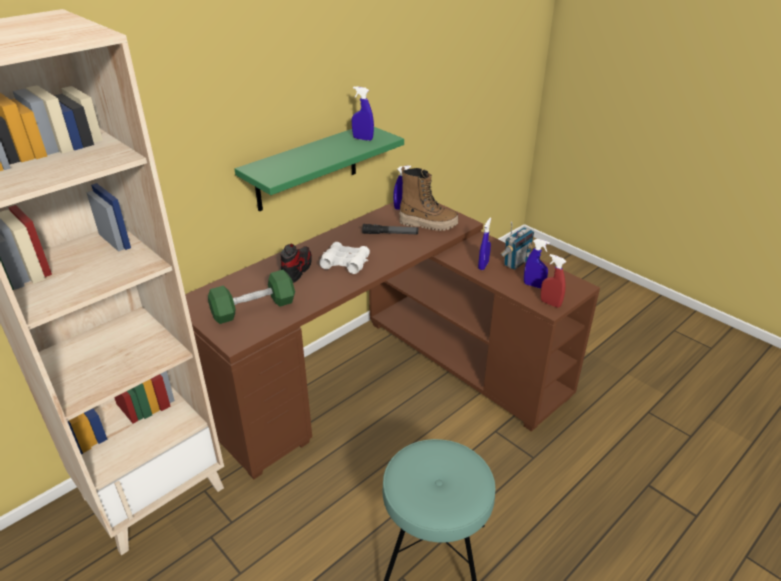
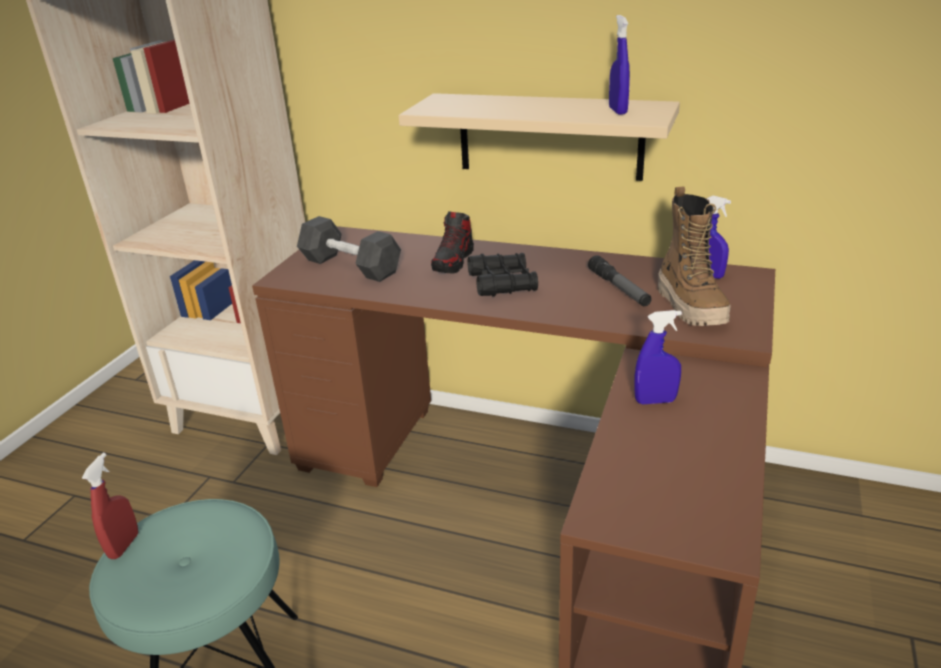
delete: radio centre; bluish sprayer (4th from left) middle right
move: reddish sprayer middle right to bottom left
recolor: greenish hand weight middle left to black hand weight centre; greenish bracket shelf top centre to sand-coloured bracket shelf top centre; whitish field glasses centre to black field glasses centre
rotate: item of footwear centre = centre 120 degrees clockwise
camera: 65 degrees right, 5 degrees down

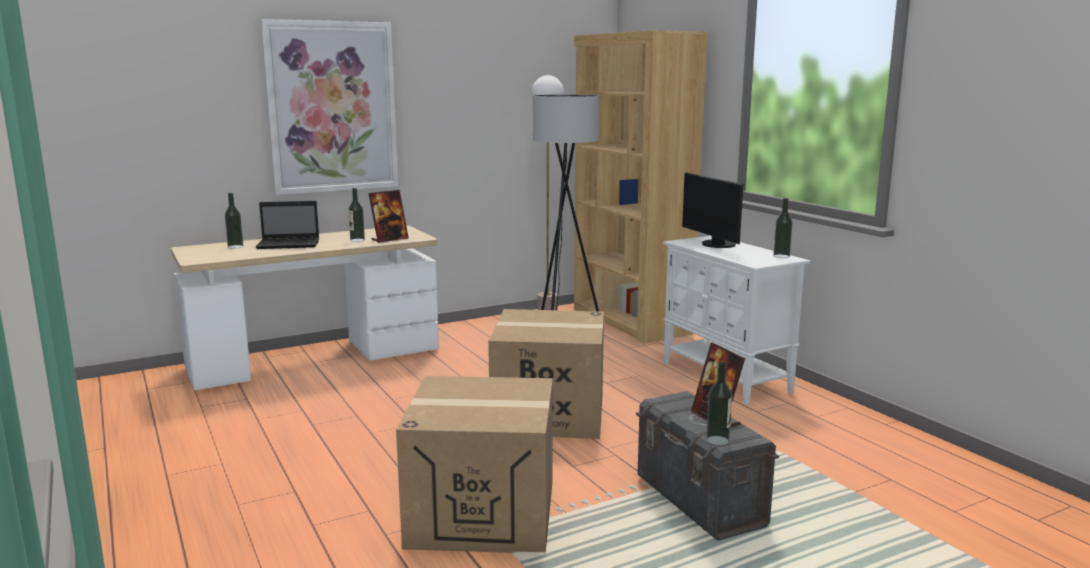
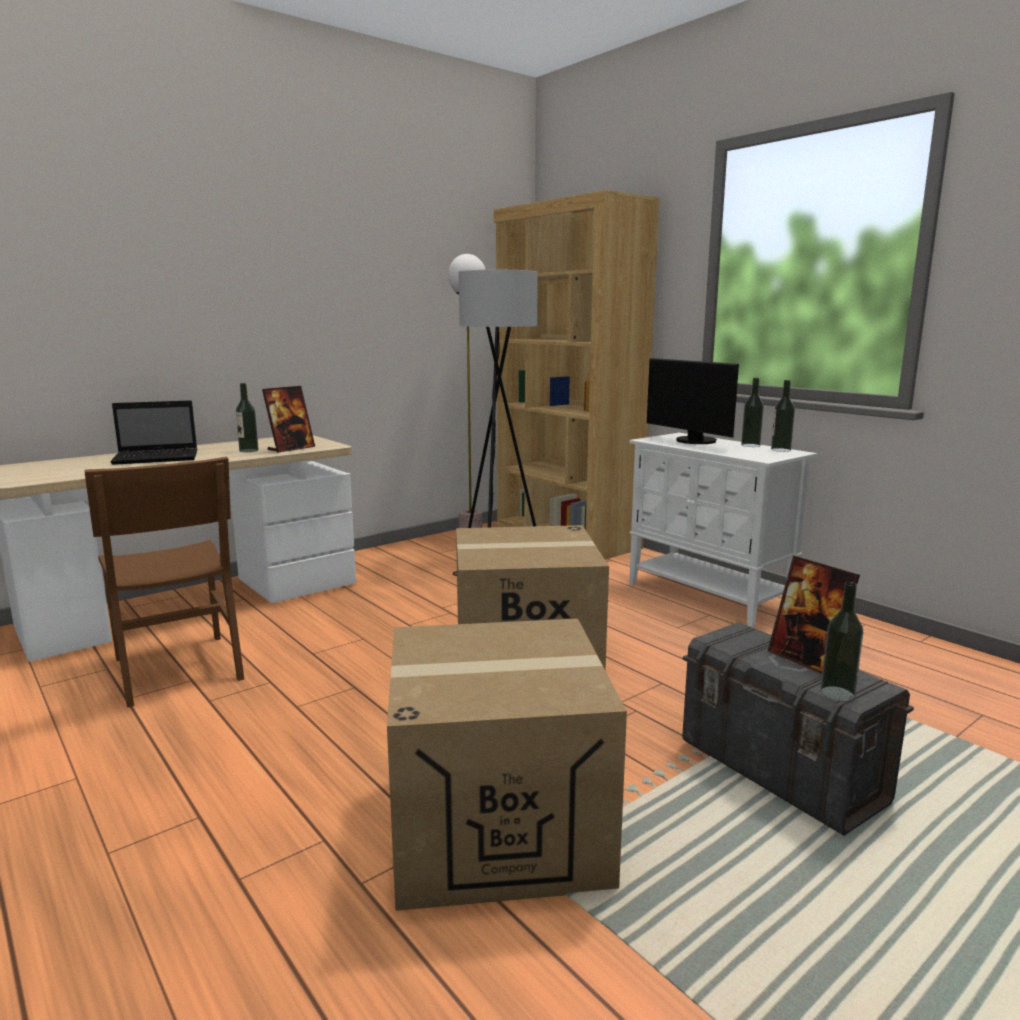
delete: wall art top left
insert: brown-coloured chair middle left
move: bottle (1st from left in the first image) middle left to bottle (2nd from left) middle right
camera: 10 degrees left, 0 degrees up

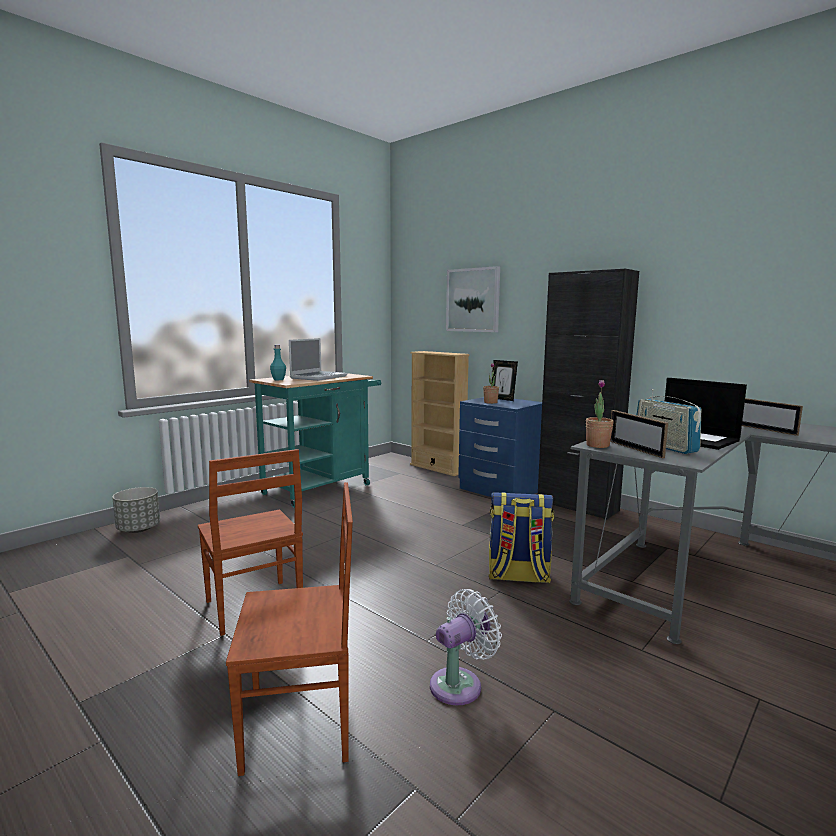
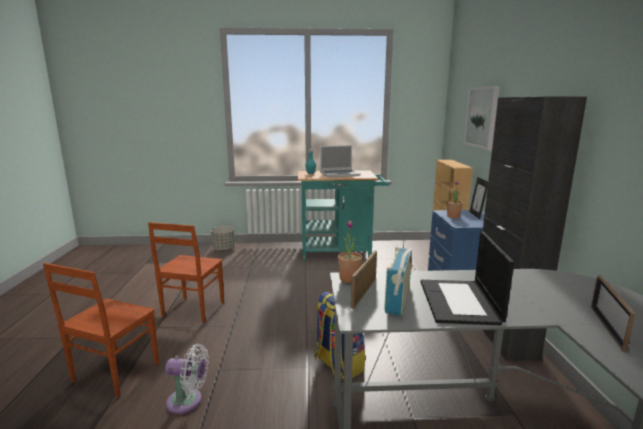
rotate: brown-coloured chair (2nd from left in the first image) bottom centre = bottom left 75 degrees clockwise
camera: 45 degrees right, 5 degrees up

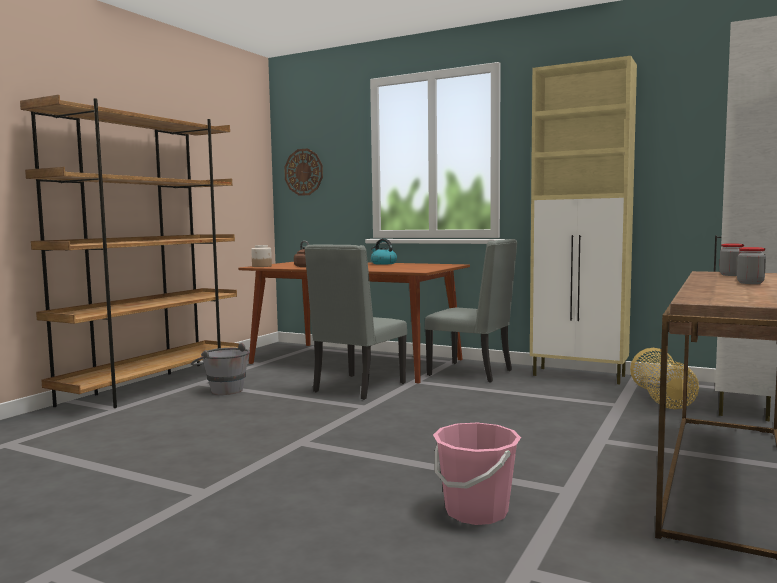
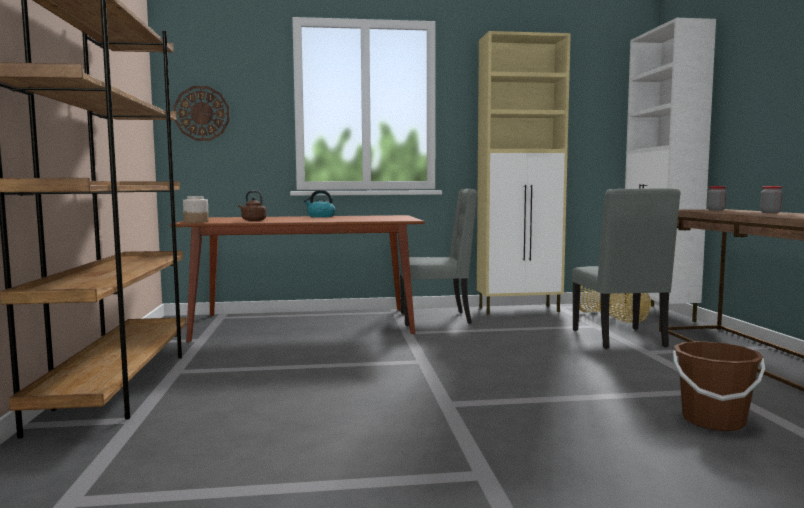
delete: gray bucket middle left
move: gray chair (1st from left in the first image) centre to gray chair (2nd from left) middle right
recolor: pinkish bucket bottom centre to brown-coloured bucket bottom right
camera: 35 degrees left, 0 degrees up

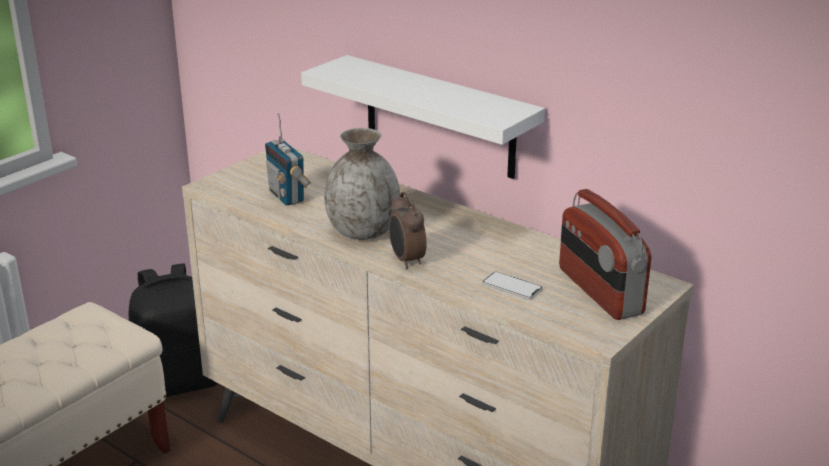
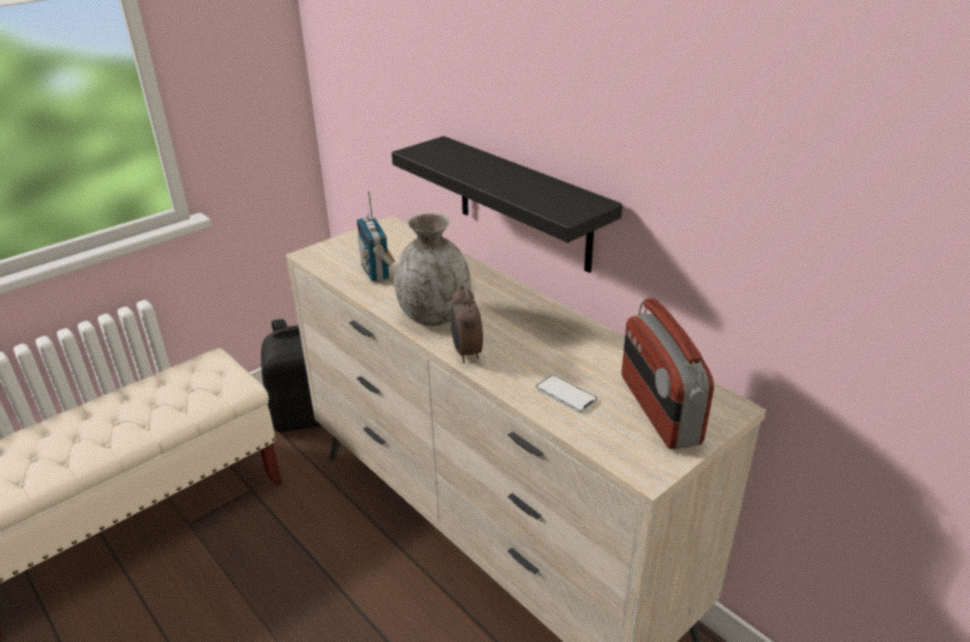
recolor: whitish bracket shelf top centre to black bracket shelf top centre
camera: 10 degrees right, 5 degrees up

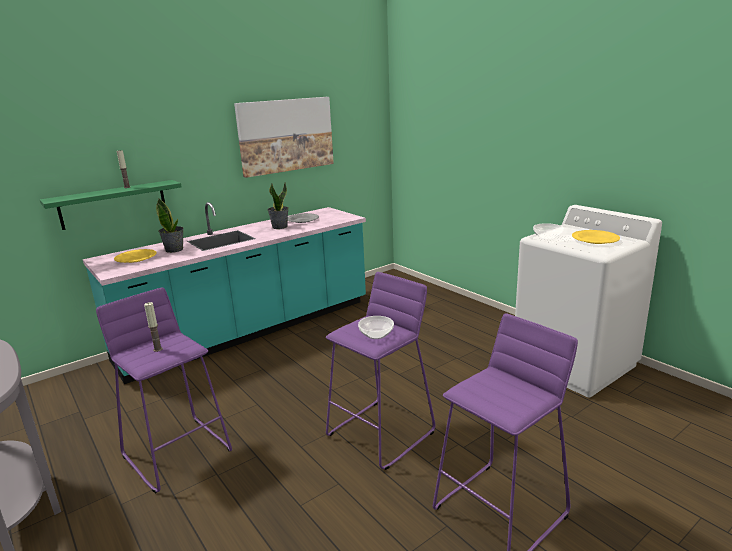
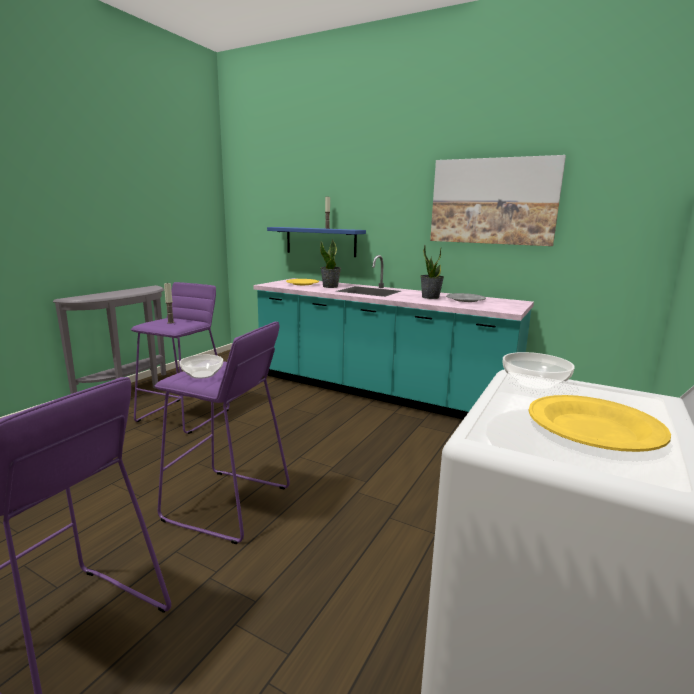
recolor: greenish bracket shelf middle left to bluish bracket shelf centre
camera: 65 degrees right, 5 degrees down

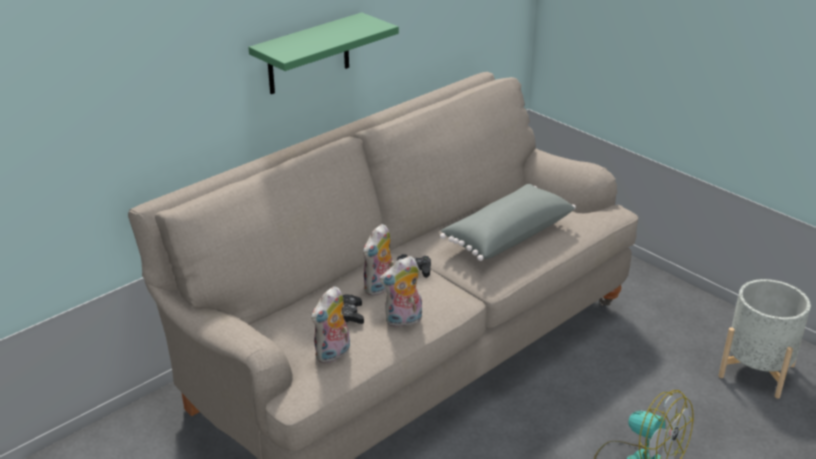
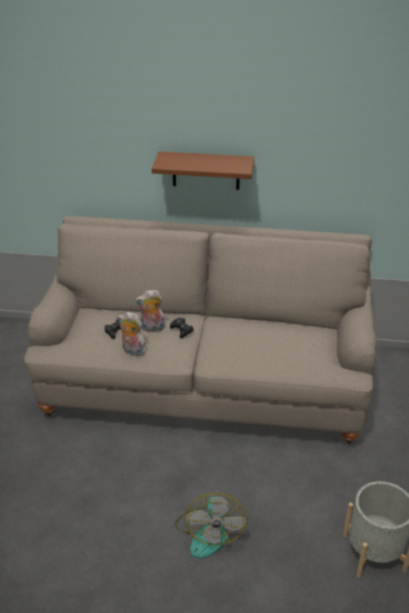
delete: plush toy (1st from left) bottom centre; gray cushion centre
recolor: greenish bracket shelf top centre to brown-coloured bracket shelf top centre
camera: 50 degrees right, 5 degrees up

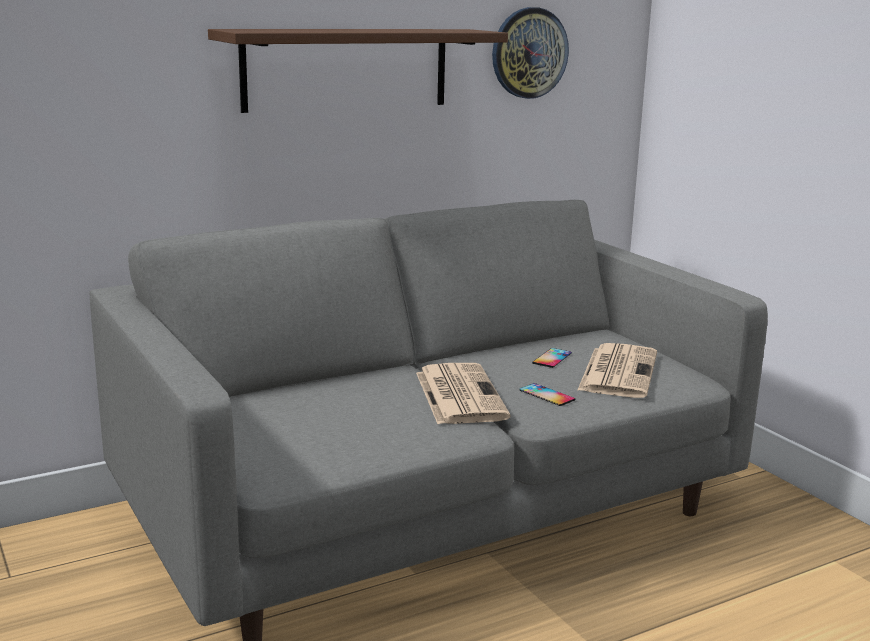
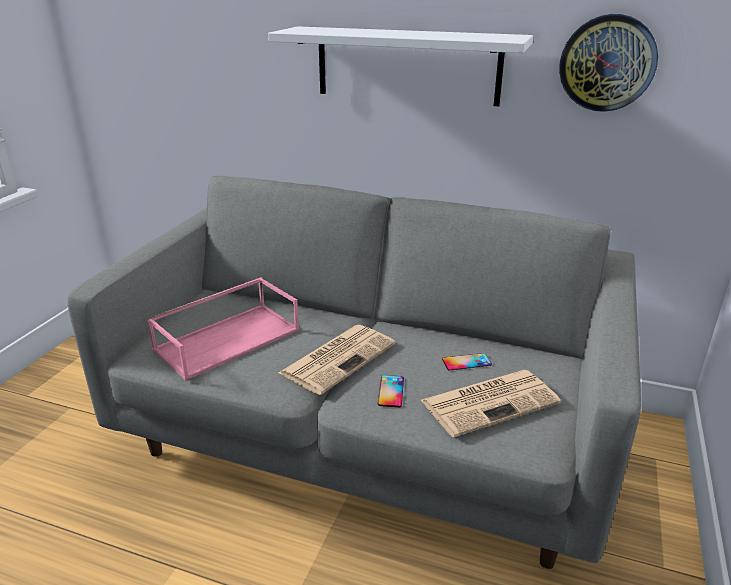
insert: pinkish serving tray middle left
recolor: brown-coloured bracket shelf top centre to whitish bracket shelf top centre
camera: 50 degrees right, 10 degrees up

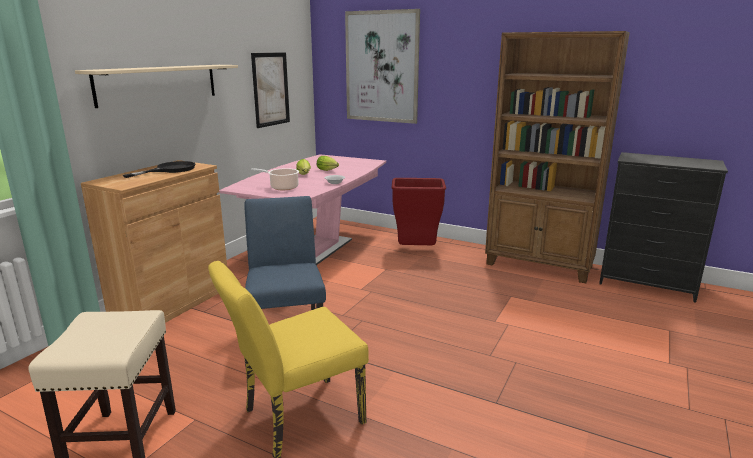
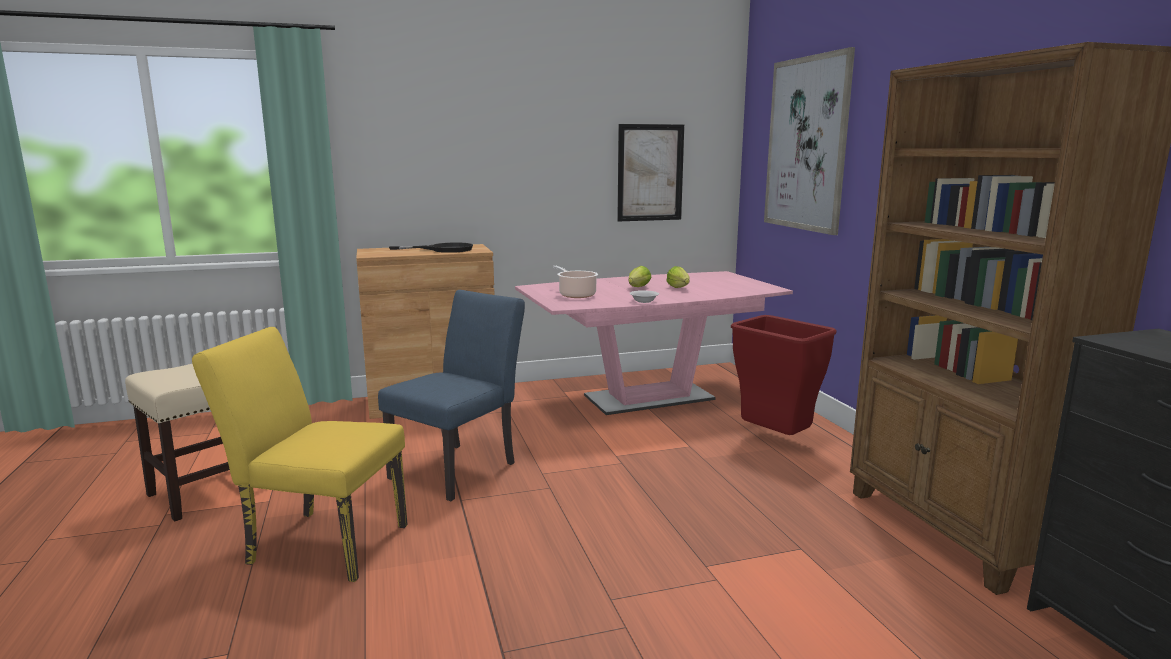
delete: sand-coloured bracket shelf top left
camera: 45 degrees right, 5 degrees down

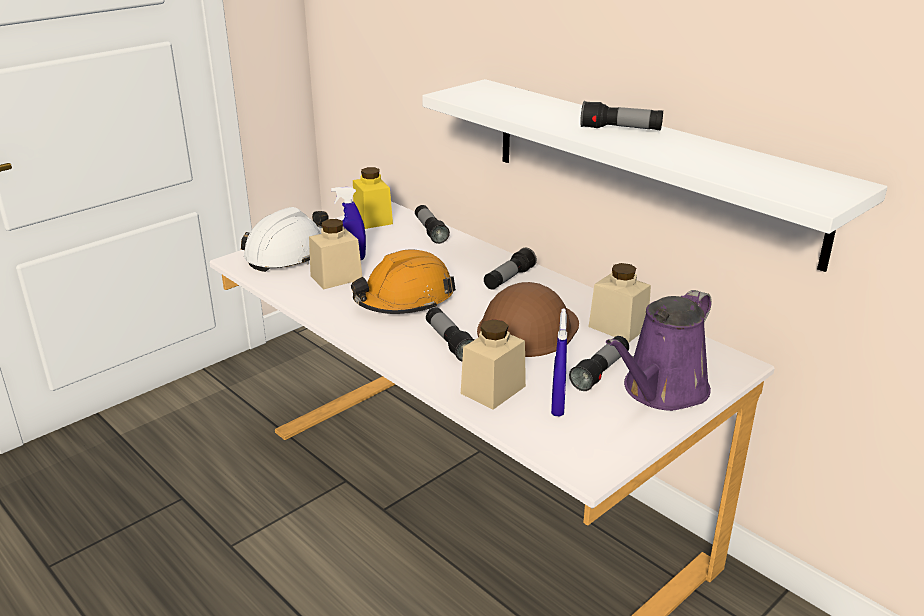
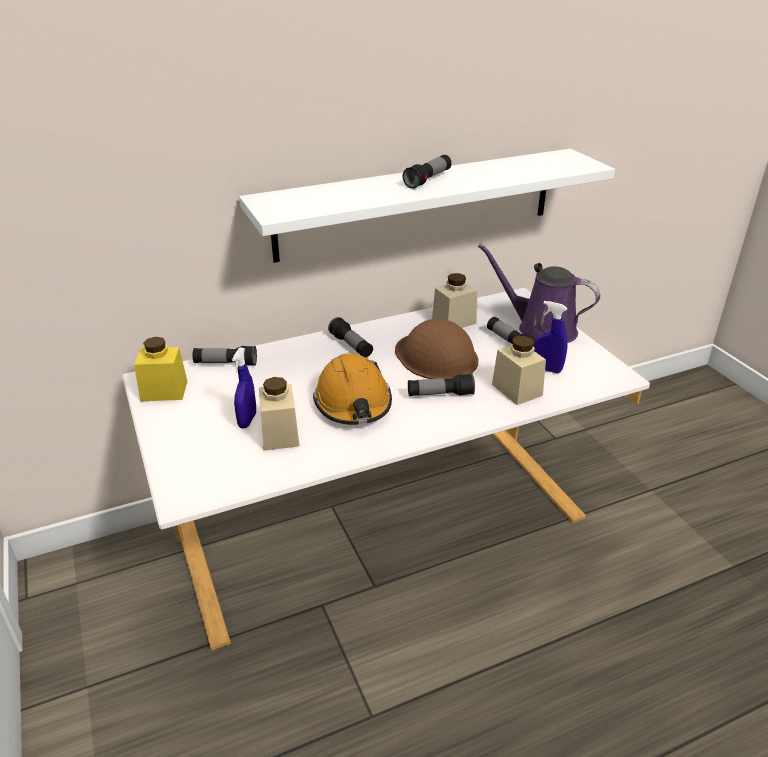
delete: whitish work helmet middle left
rotate: purple watering pot middle right = middle right 150 degrees clockwise
camera: 70 degrees left, 5 degrees up

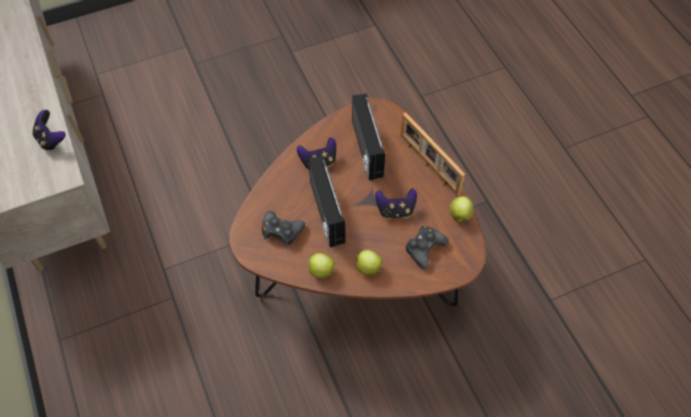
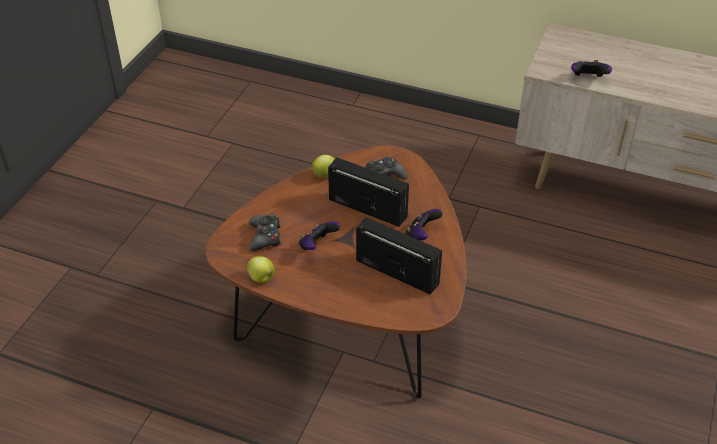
delete: whole apple (2nd from left) centre; photo frame centre
camera: 135 degrees right, 15 degrees down

